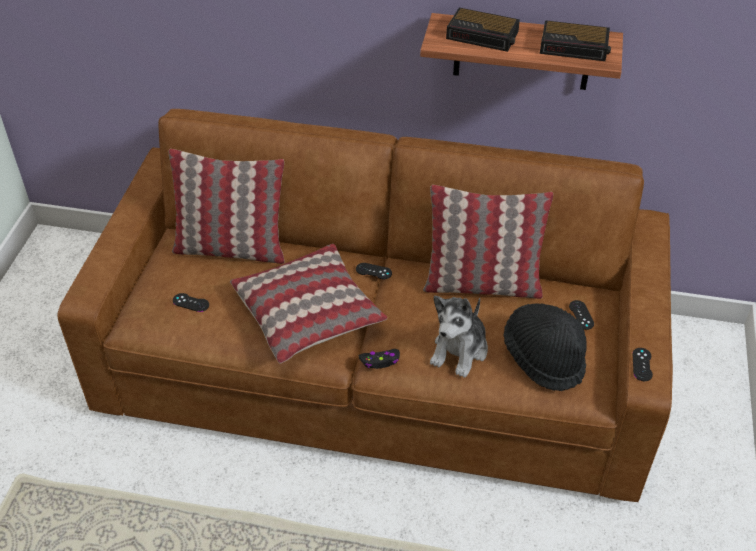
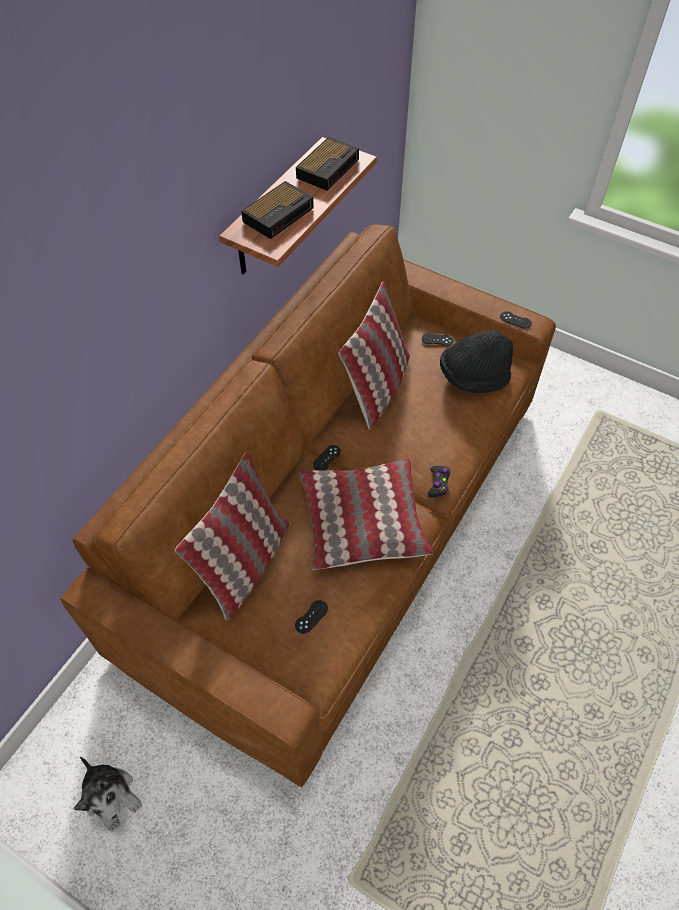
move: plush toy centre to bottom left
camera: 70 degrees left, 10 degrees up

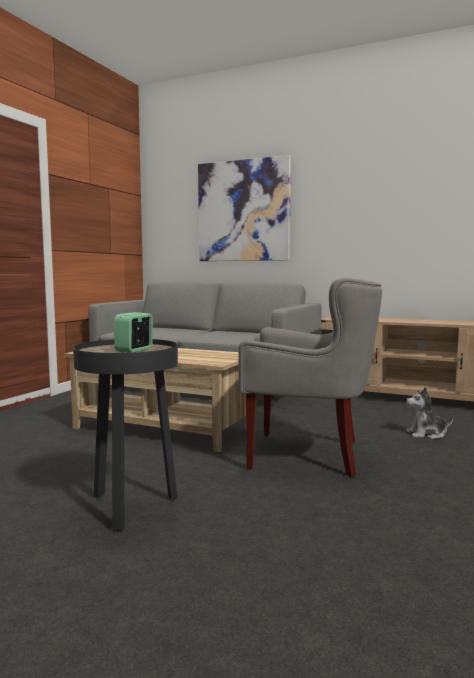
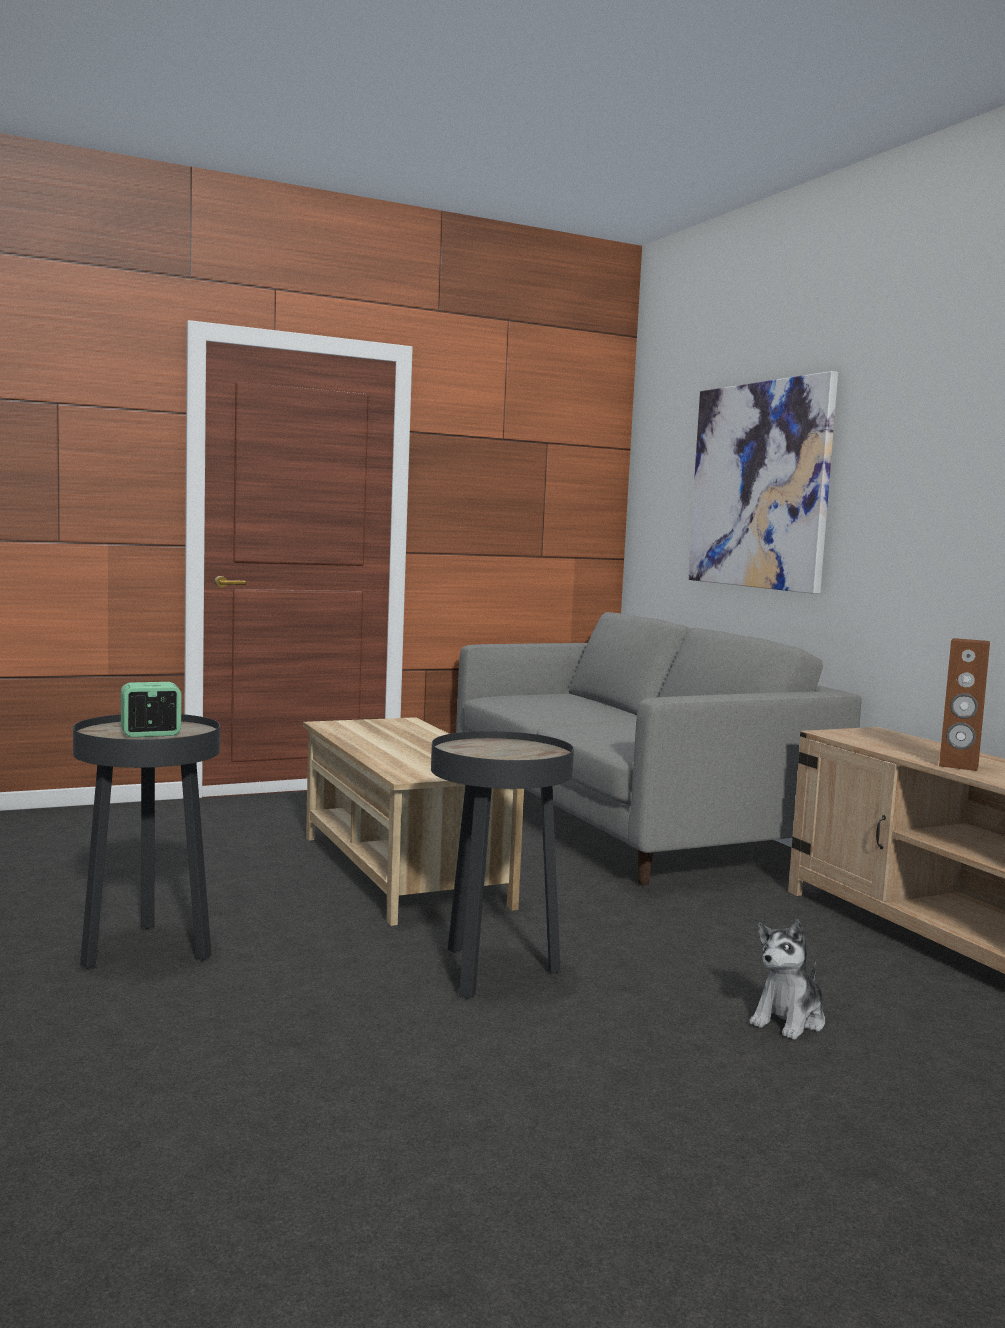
insert: brown-coloured loudspeaker middle right
replace: gray lounge chair centre to black accent table (2nd from left) centre
rotate: plush toy middle right = bottom right 90 degrees counterclockwise
camera: 40 degrees right, 0 degrees up

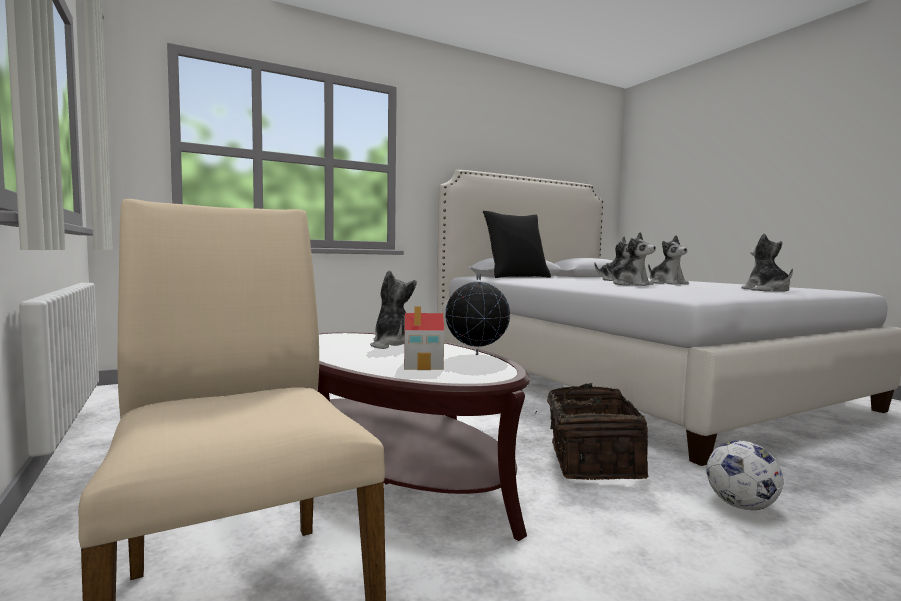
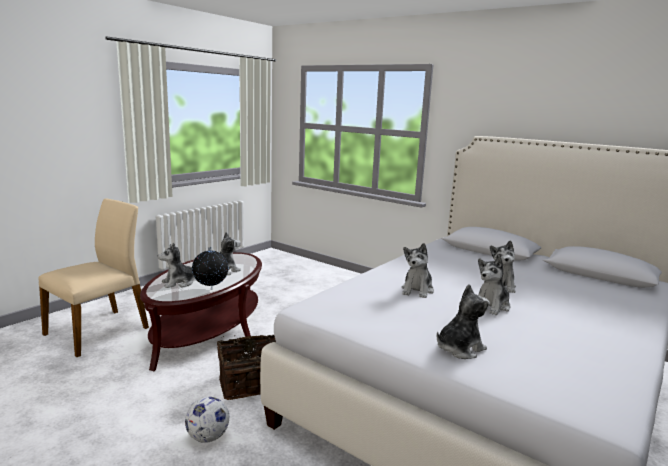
delete: black cushion centre
replace: model house centre to plush toy (1st from left) middle left
camera: 65 degrees right, 10 degrees up

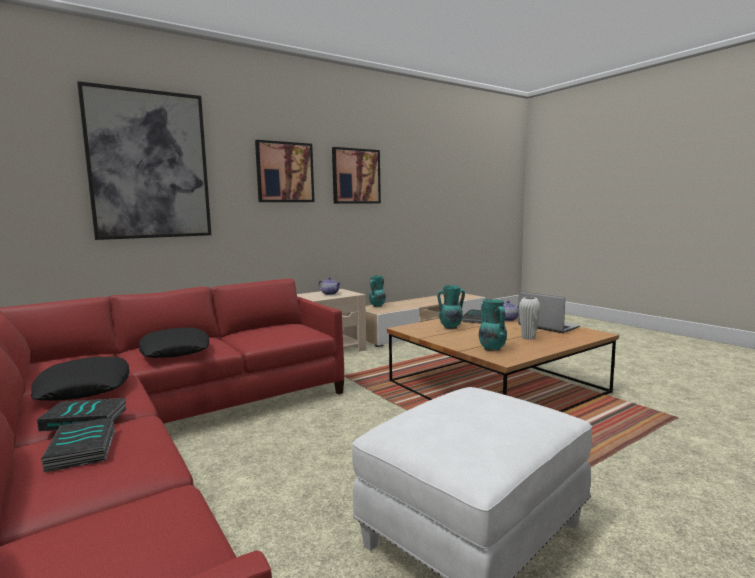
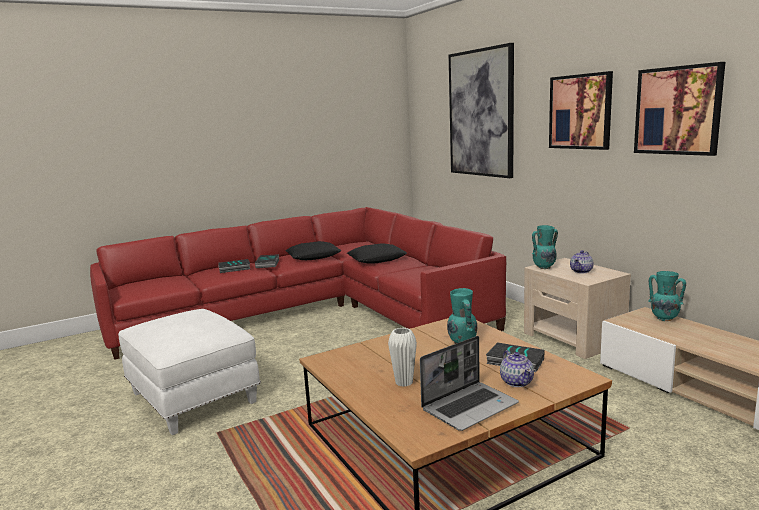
move: turquoise-coloured decorative vase (3rd from left in the first image) centre to turquoise-coloured decorative vase (2nd from left) middle right
camera: 95 degrees right, 5 degrees up

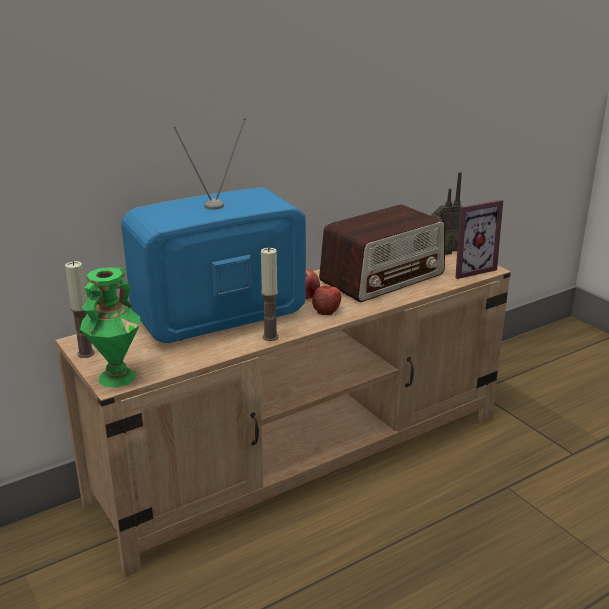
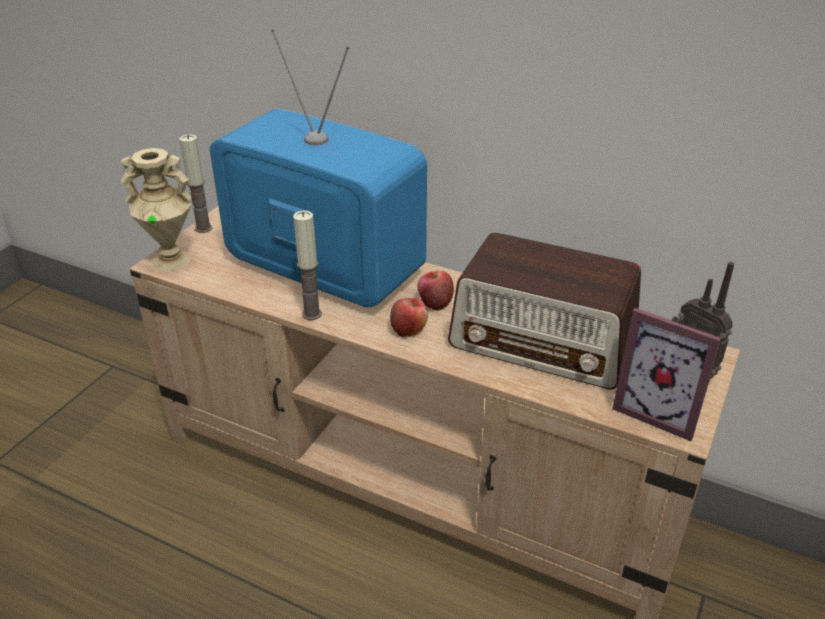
recolor: greenish decorative vase middle left to sand-coloured decorative vase middle left
camera: 60 degrees right, 10 degrees up

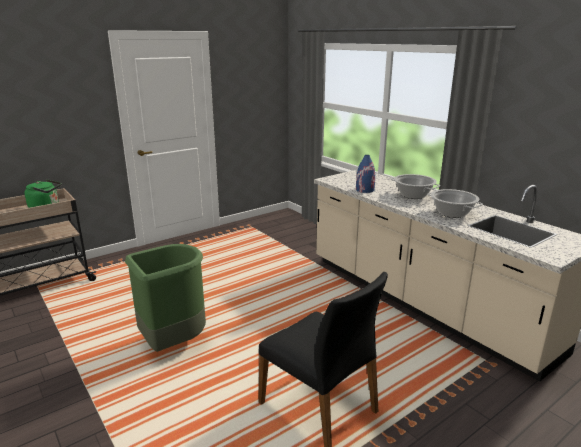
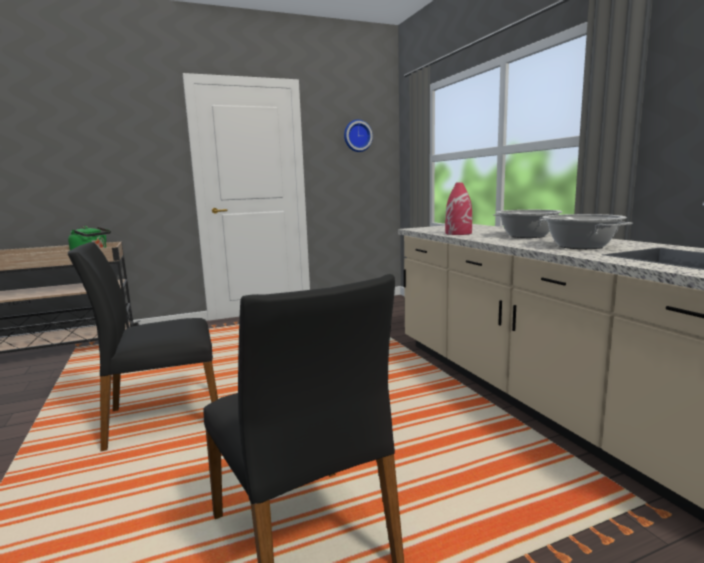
insert: clock on the wall top centre
replace: greenish trash can bottom left to black chair (1st from left) middle left
recolor: bluish decorative vase centre to reddish decorative vase centre
camera: 15 degrees right, 10 degrees down

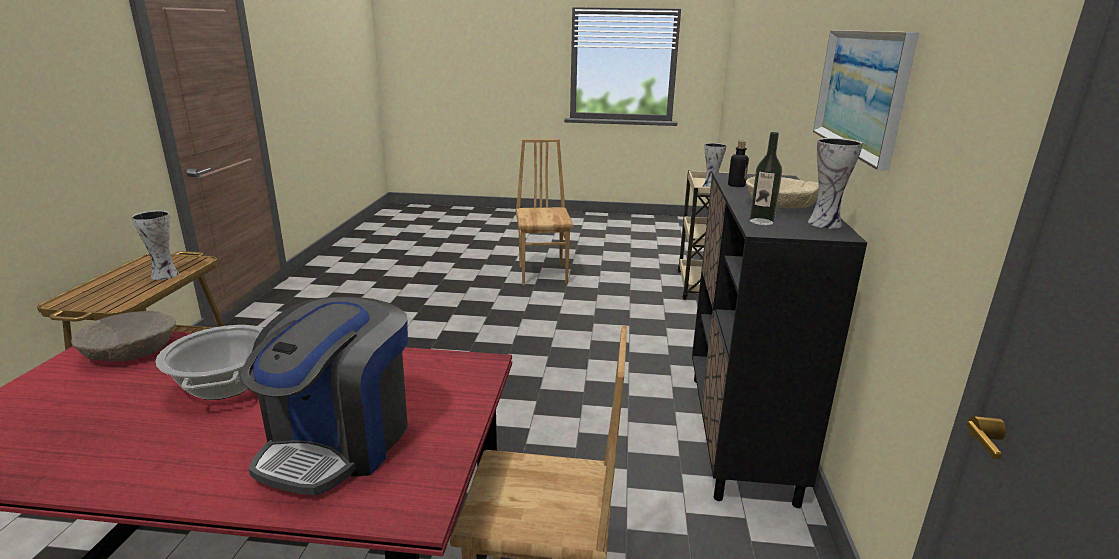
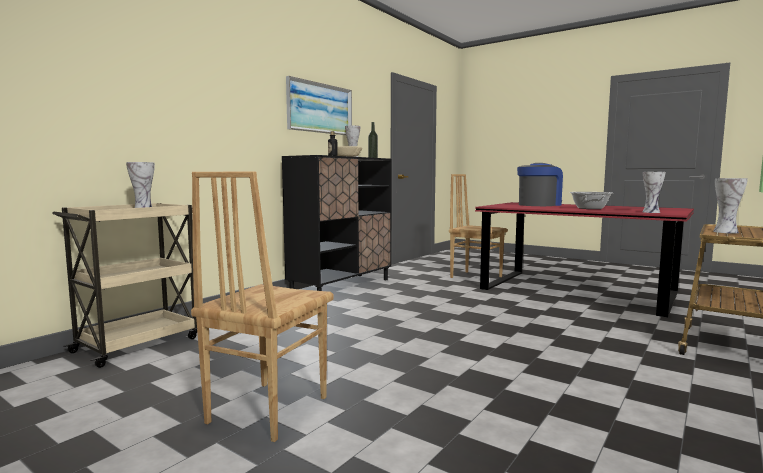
replace: sand-coloured serving bowl (1st from left) middle left to decorative vase (3rd from left) middle right
camera: 150 degrees left, 15 degrees down

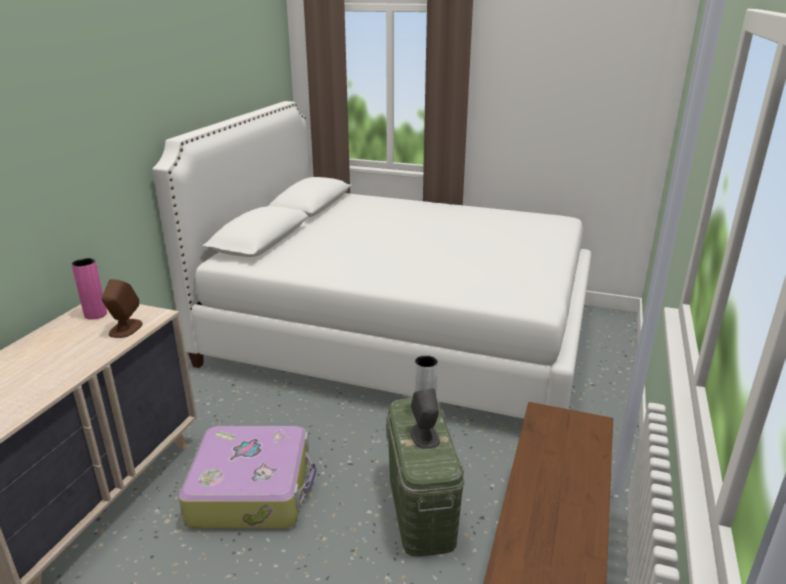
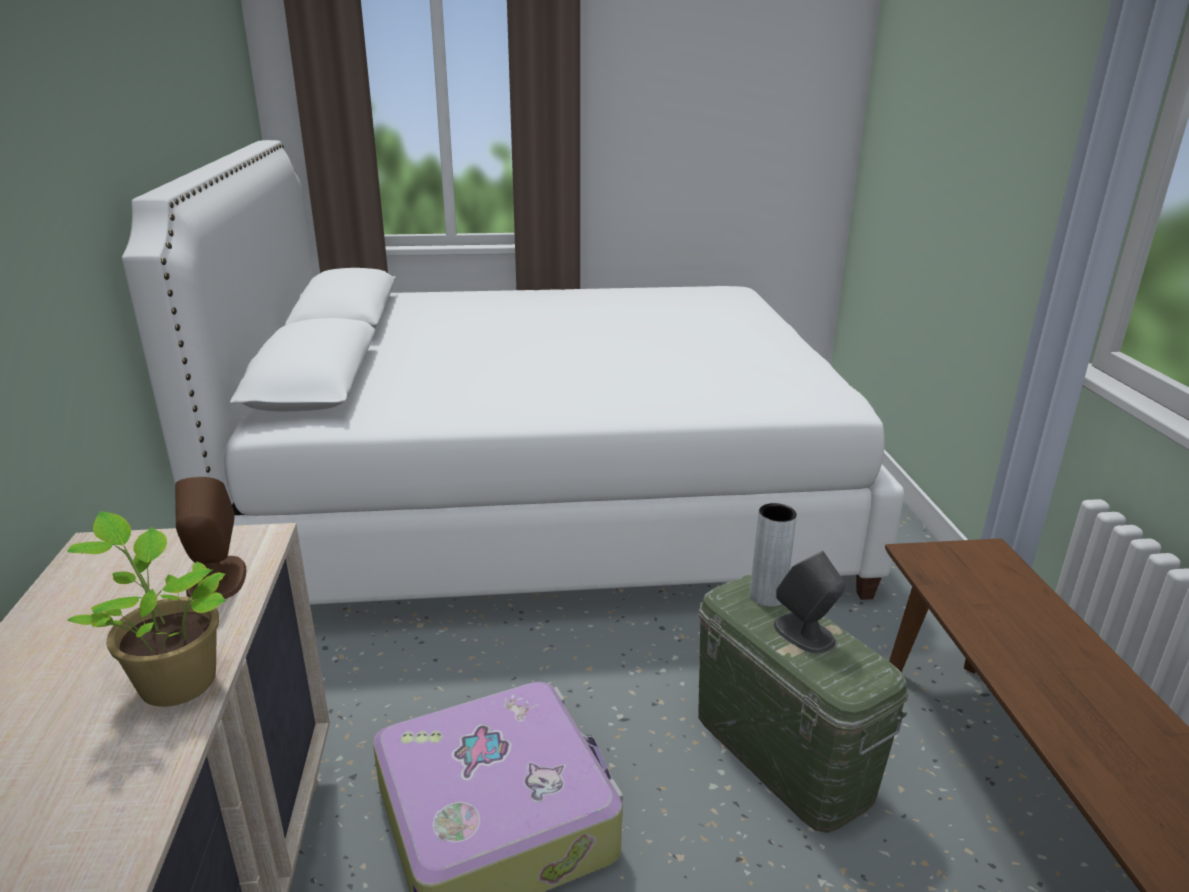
delete: pinkish decorative vase middle left
insert: houseplant bottom left
camera: 25 degrees left, 0 degrees up

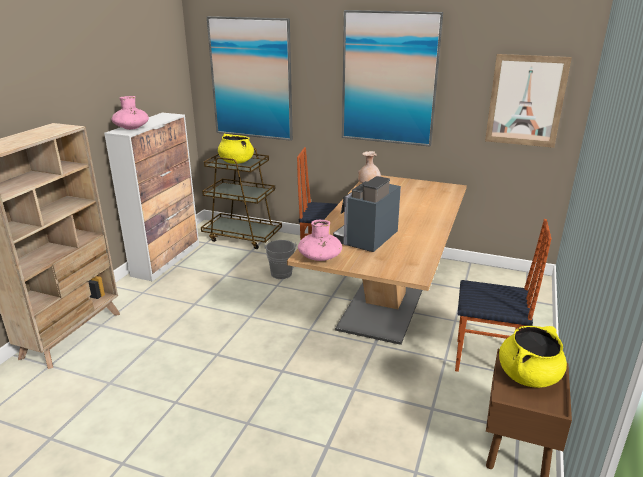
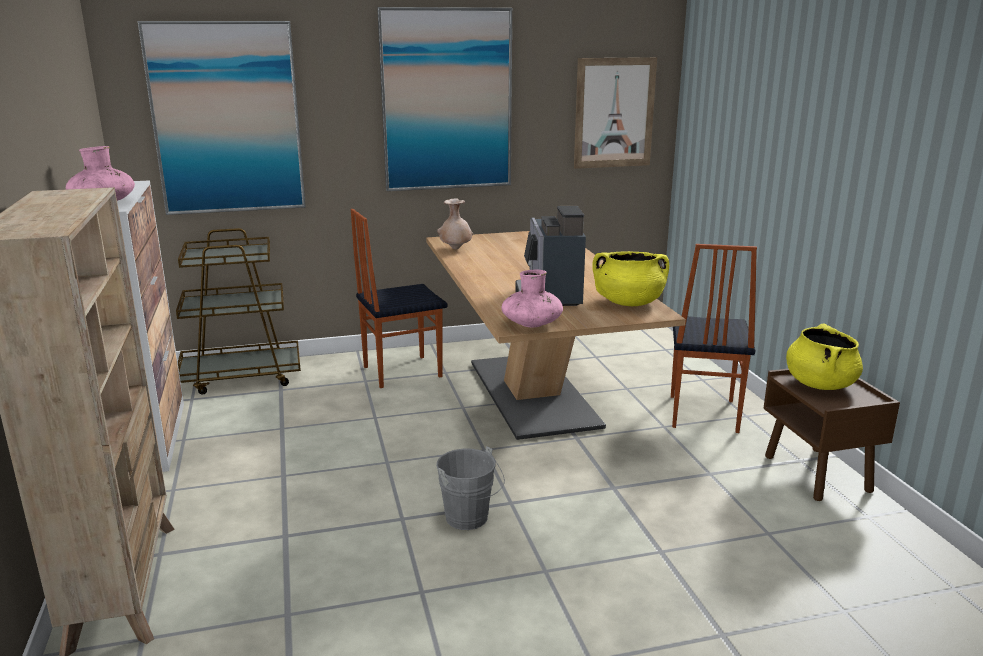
move: gray bucket centre to bottom centre; yellow saucepot (1st from left) top centre to centre
rotate: chair (2nd from left) middle right = middle right 120 degrees clockwise
camera: 35 degrees left, 5 degrees down

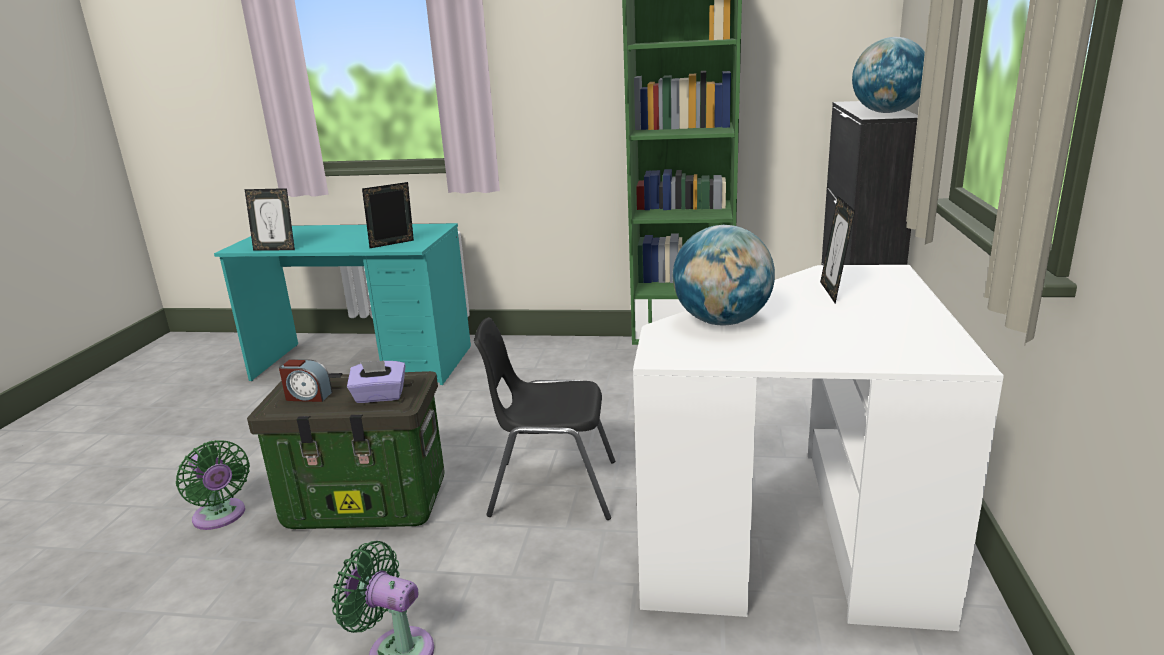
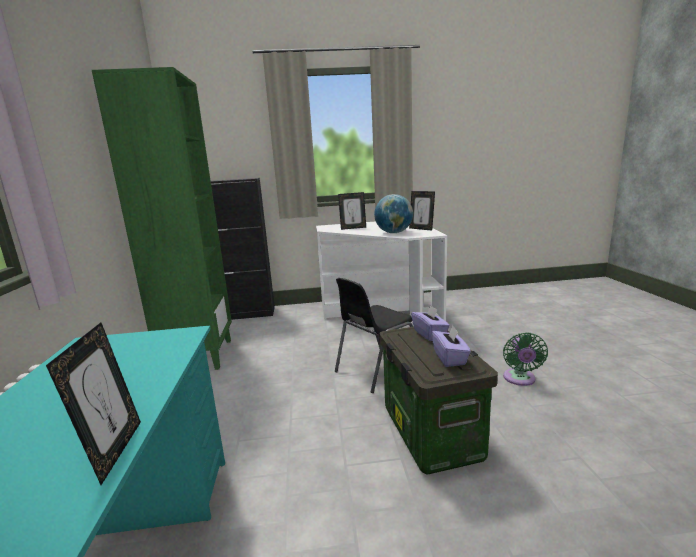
delete: greenish fan (1st from left) bottom left; world globe (2nd from left) top right
move: photo frame (2nd from left in the first image) top centre to photo frame (3rd from left) centre
replace: alarm clock middle left to purple tissue holder (2nd from left) centre
rotate: black chair centre = centre 60 degrees clockwise
camera: 105 degrees left, 5 degrees down

